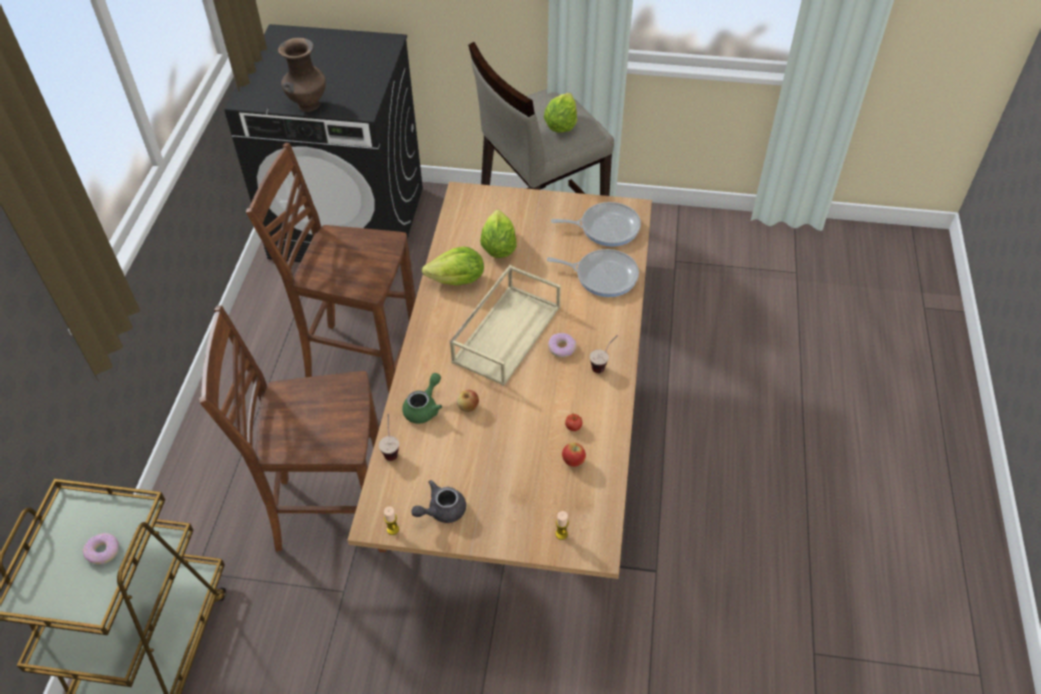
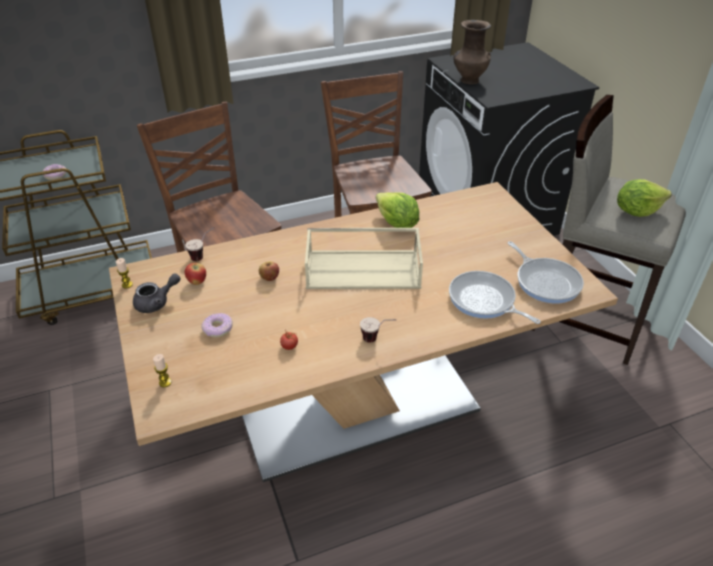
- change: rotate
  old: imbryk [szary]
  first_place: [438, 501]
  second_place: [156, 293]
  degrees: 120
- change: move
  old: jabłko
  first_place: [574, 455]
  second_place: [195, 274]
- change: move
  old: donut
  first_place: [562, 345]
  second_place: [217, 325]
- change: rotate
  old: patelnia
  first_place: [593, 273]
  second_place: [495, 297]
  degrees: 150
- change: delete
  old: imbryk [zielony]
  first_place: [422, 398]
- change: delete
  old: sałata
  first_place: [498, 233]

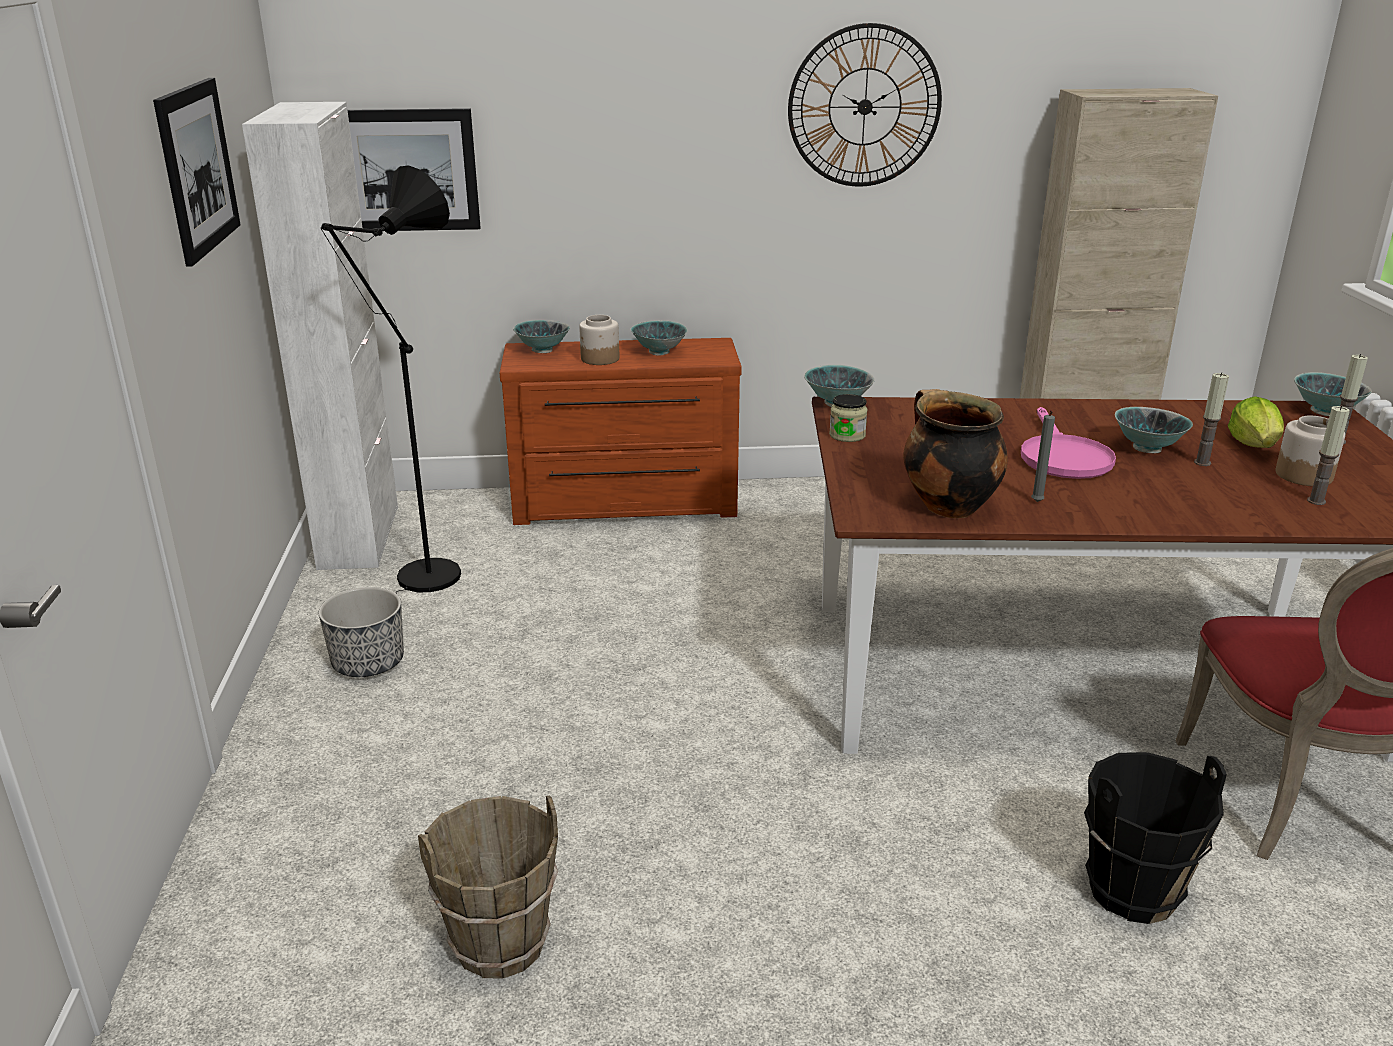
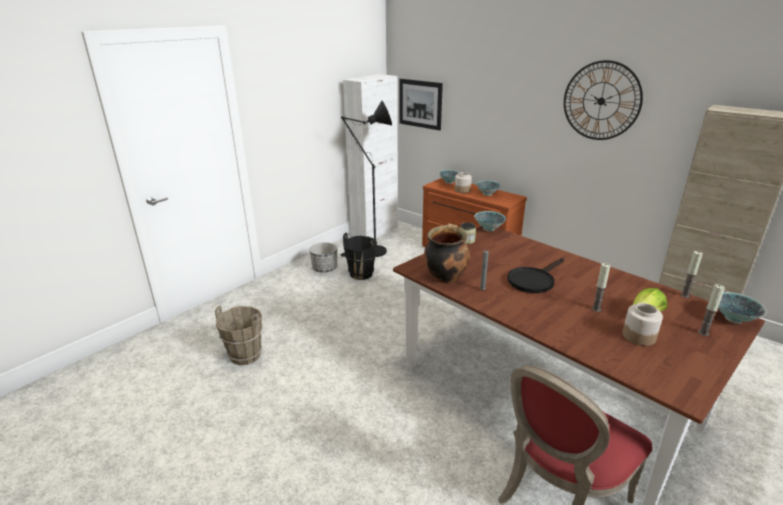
- change: move
  old: wiadro [czarny]
  first_place: [1155, 838]
  second_place: [360, 256]
- change: recolor
  old: patelnia [różowy]
  new: patelnia [czarny]
  first_place: [1068, 443]
  second_place: [535, 275]
- change: move
  old: świeca
  first_place: [1328, 455]
  second_place: [691, 274]
- change: delete
  old: obraz
  first_place: [197, 172]
- change: delete
  old: miska
  first_place: [1154, 430]

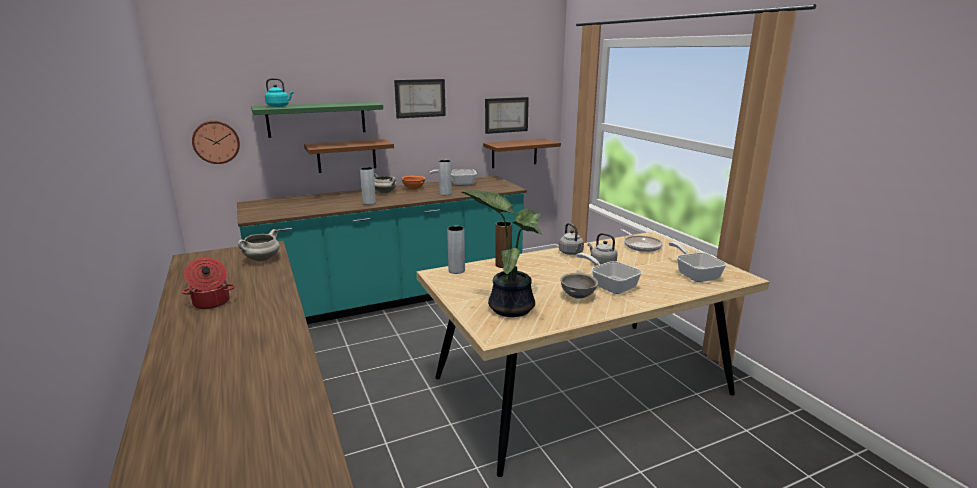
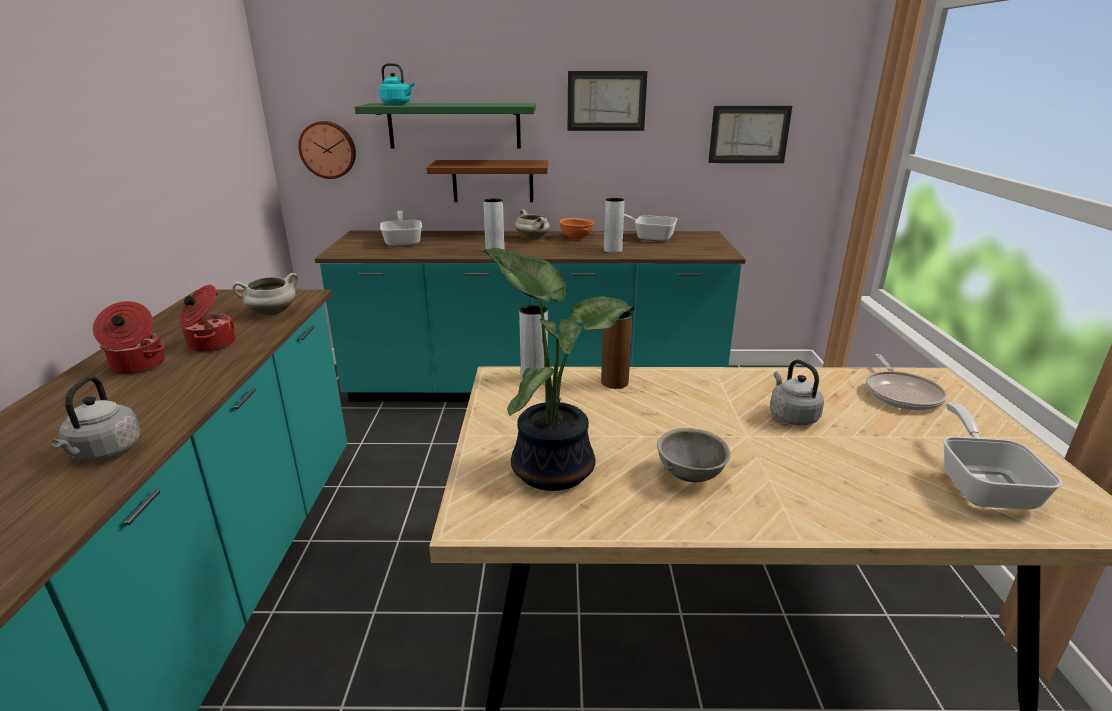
- change: move
  old: czajnik [szary]
  first_place: [571, 239]
  second_place: [96, 418]
- change: insert
  new: garnek
  second_place: [207, 318]
- change: move
  old: patelnia
  first_place: [609, 273]
  second_place: [401, 229]
- change: delete
  old: półka [brązowy]
  first_place: [522, 153]

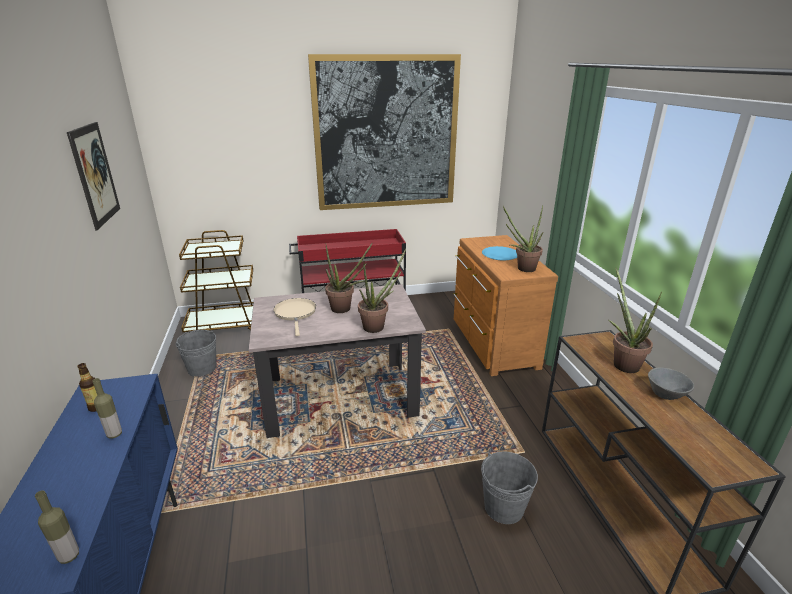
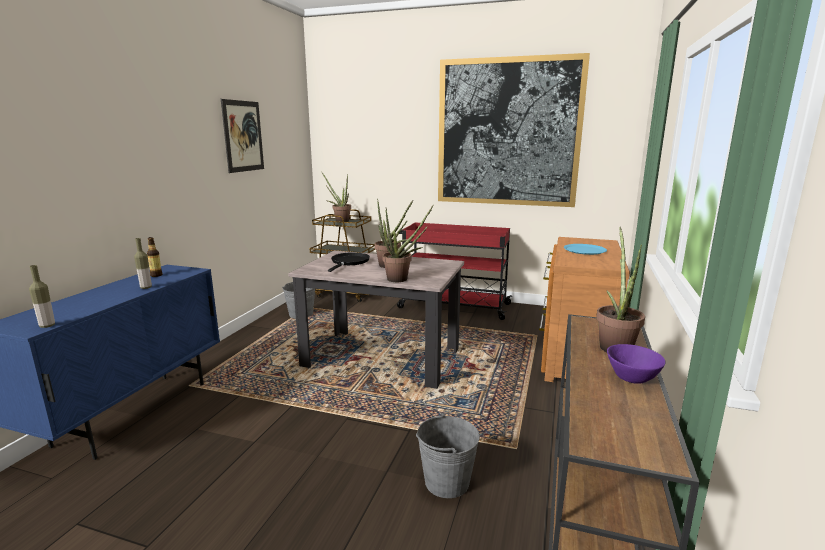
- change: move
  old: roślina doniczkowa
  first_place: [523, 238]
  second_place: [336, 198]
- change: recolor
  old: patelnia [beżowy]
  new: patelnia [czarny]
  first_place: [294, 317]
  second_place: [349, 262]
- change: recolor
  old: miska [szary]
  new: miska [fioletowy]
  first_place: [671, 383]
  second_place: [636, 364]

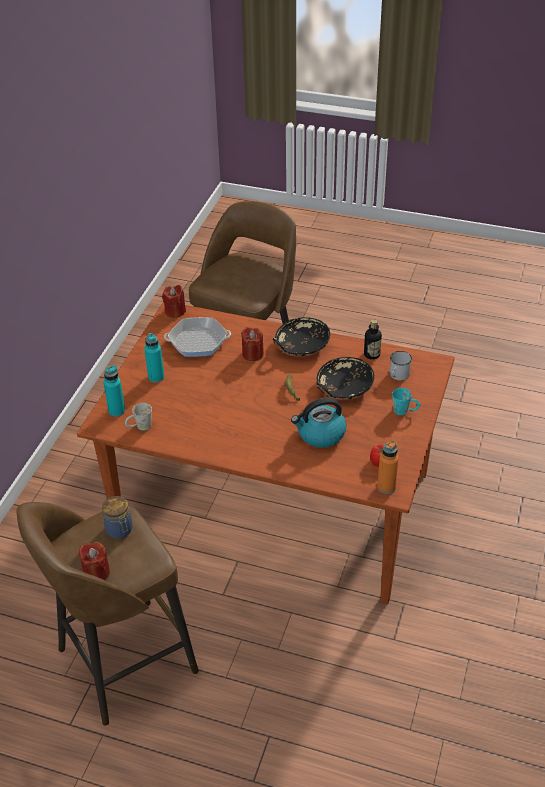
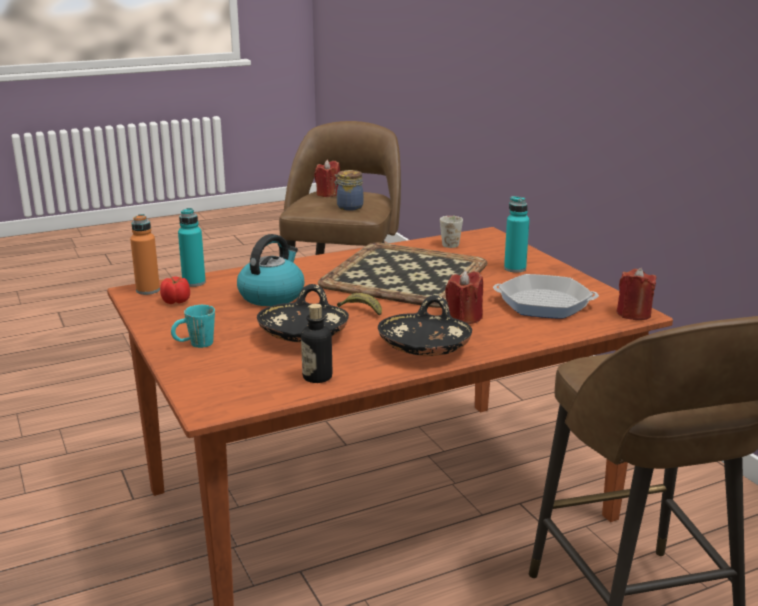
- change: move
  old: butelka [turkusowy]
  first_place: [114, 391]
  second_place: [192, 247]
- change: insert
  new: taca
  second_place: [402, 275]
- change: rotate
  old: patelnia
  first_place: [197, 337]
  second_place: [546, 296]
  degrees: -120
- change: delete
  old: kubek [biały]
  first_place: [401, 365]

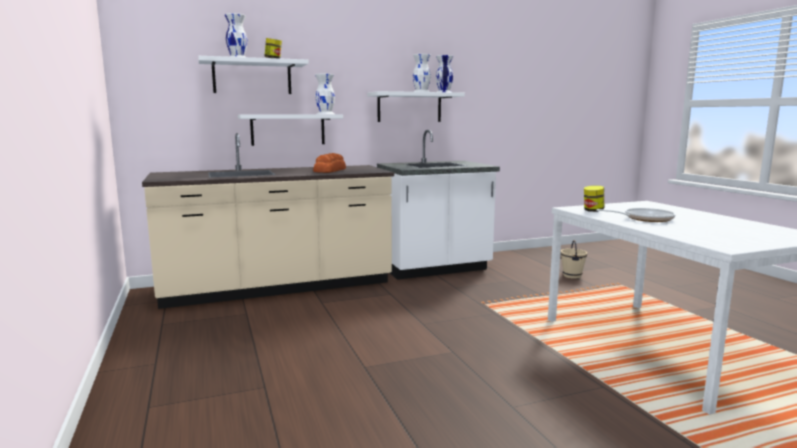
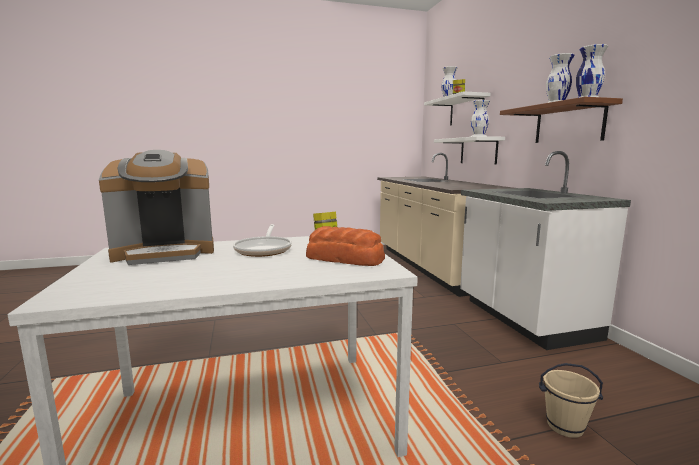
- change: insert
  new: ekspres do kawy
  second_place: [156, 207]
- change: move
  old: chleb
  first_place: [329, 163]
  second_place: [345, 246]
- change: recolor
  old: półka [biały]
  new: półka [brązowy]
  first_place: [416, 106]
  second_place: [561, 120]

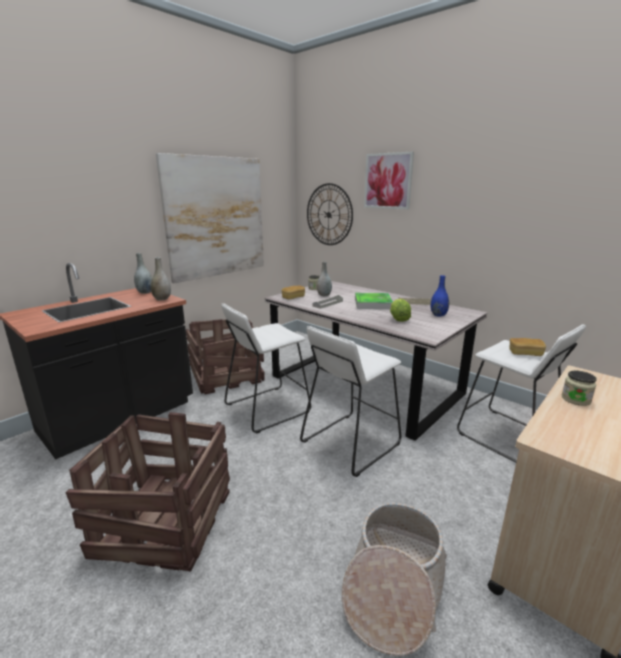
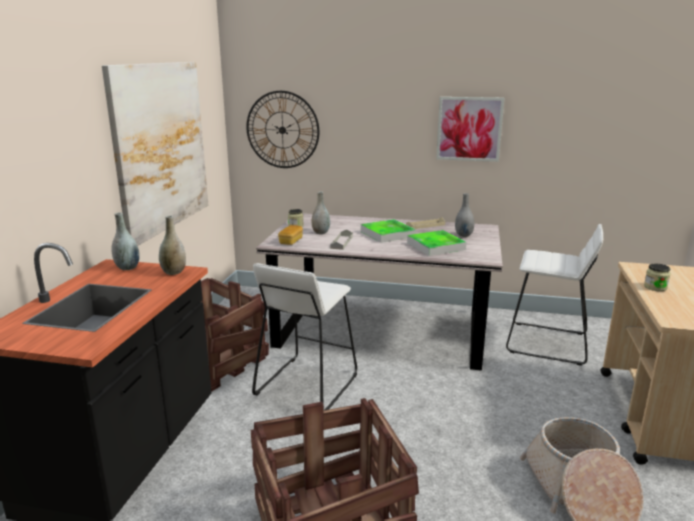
- change: replace
  old: sałata
  new: taca
  first_place: [400, 310]
  second_place: [437, 243]
- change: move
  old: obraz
  first_place: [389, 181]
  second_place: [470, 129]
- change: recolor
  old: wazon [niebieski]
  new: wazon [szary]
  first_place: [440, 296]
  second_place: [464, 215]
- change: delete
  old: stołek [biały]
  first_place: [350, 401]
- change: delete
  old: chleb
  first_place: [527, 347]

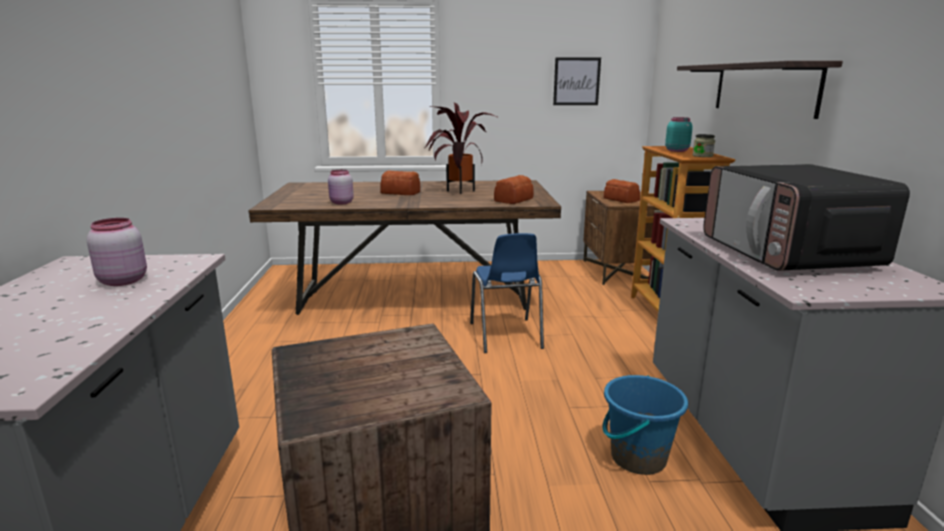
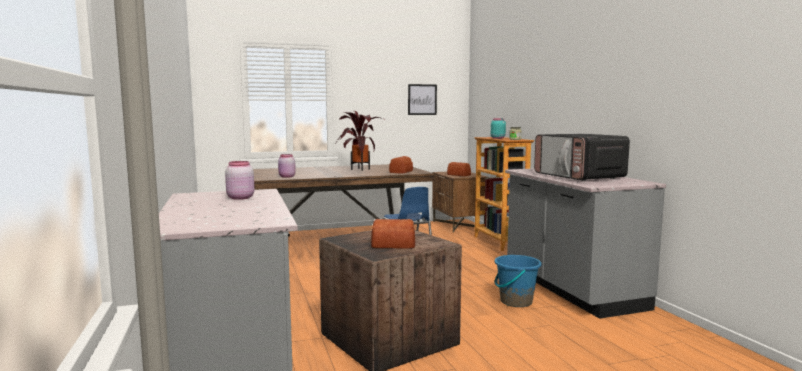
- change: move
  old: chleb
  first_place: [400, 182]
  second_place: [393, 234]
- change: delete
  old: półka
  first_place: [760, 90]

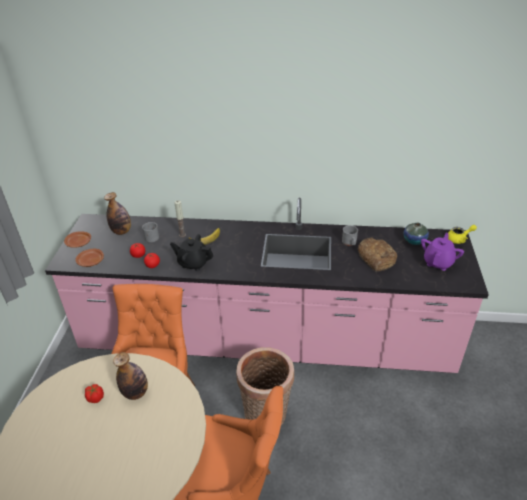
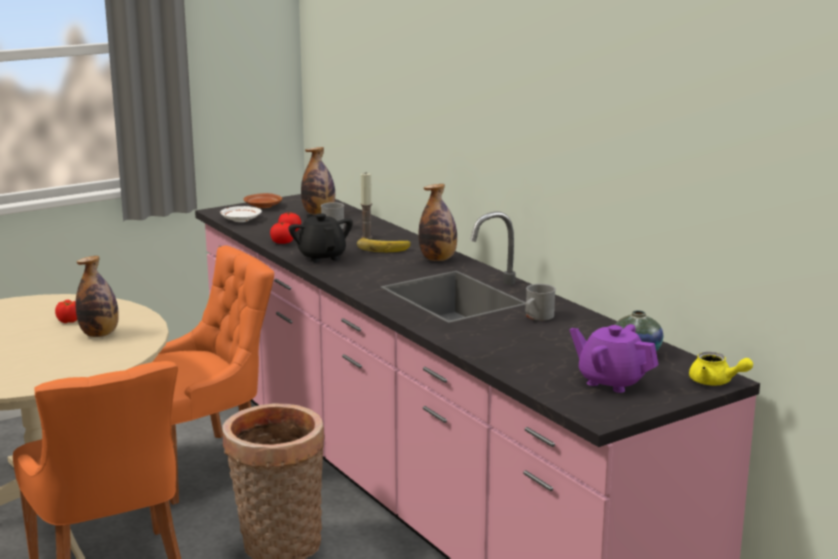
- change: recolor
  old: talerz [brązowy]
  new: talerz [biały]
  first_place: [90, 258]
  second_place: [241, 214]
- change: insert
  new: butelka
  second_place: [438, 222]
- change: rotate
  old: imbryk [fioletowy]
  first_place: [442, 252]
  second_place: [614, 358]
  degrees: -135
- change: delete
  old: chleb
  first_place: [377, 255]

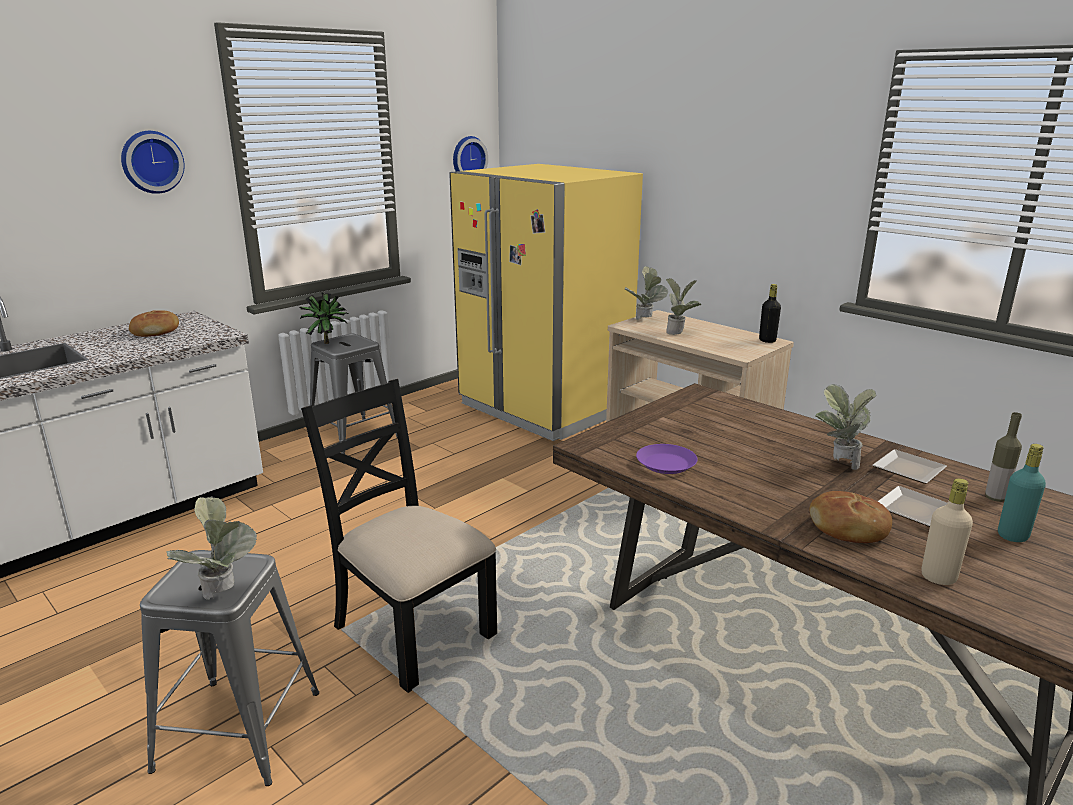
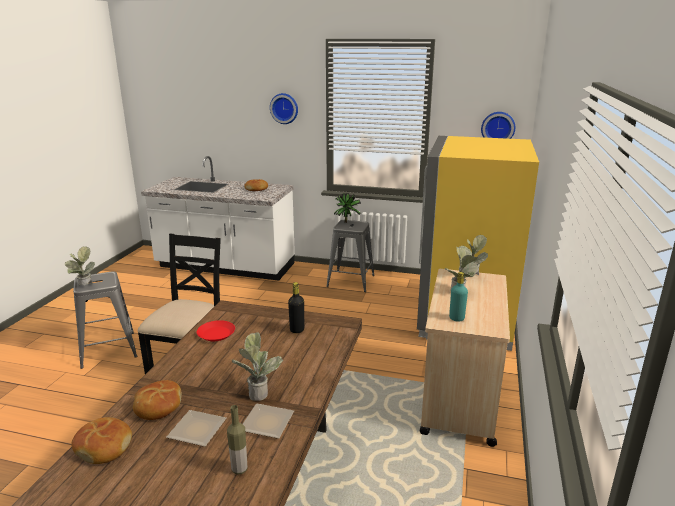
- change: replace
  old: butelka [beżowy]
  new: chleb
  first_place: [947, 531]
  second_place: [101, 440]
- change: recolor
  old: talerz [fioletowy]
  new: talerz [czerwony]
  first_place: [667, 459]
  second_place: [216, 330]
- change: move
  old: butelka [czarny]
  first_place: [770, 313]
  second_place: [296, 307]
- change: move
  old: butelka [turkusowy]
  first_place: [1022, 493]
  second_place: [458, 297]

